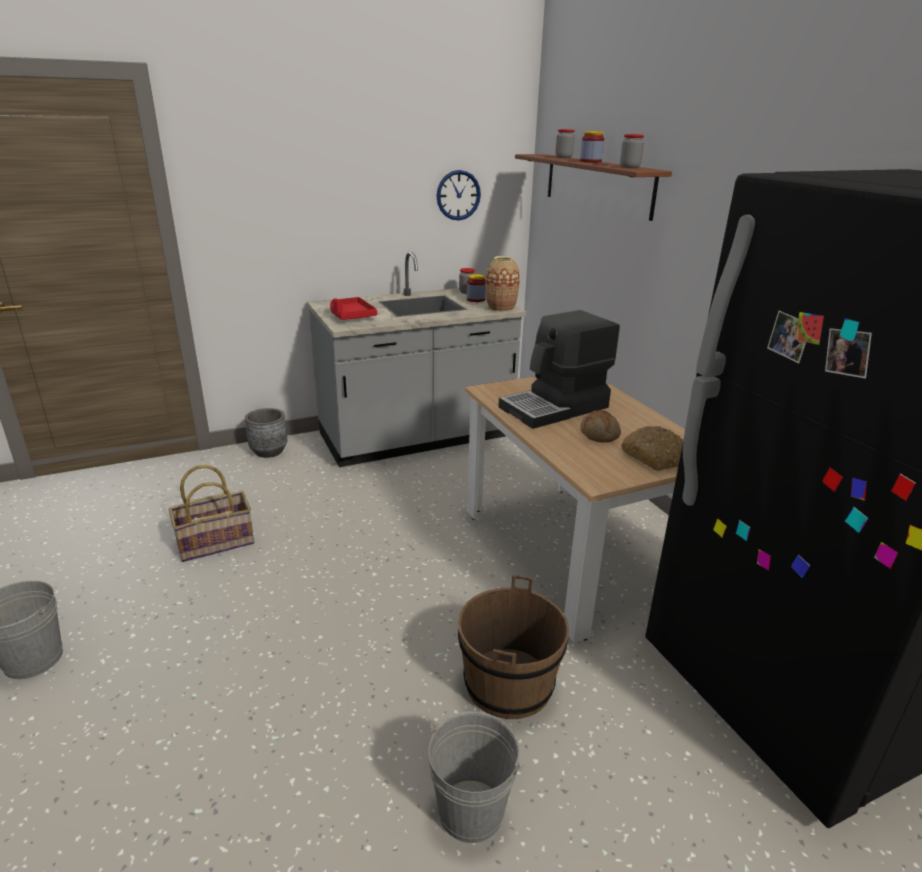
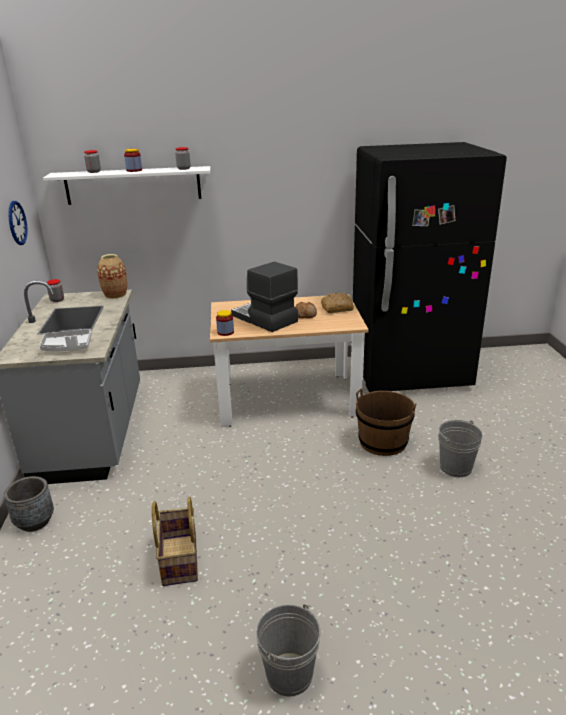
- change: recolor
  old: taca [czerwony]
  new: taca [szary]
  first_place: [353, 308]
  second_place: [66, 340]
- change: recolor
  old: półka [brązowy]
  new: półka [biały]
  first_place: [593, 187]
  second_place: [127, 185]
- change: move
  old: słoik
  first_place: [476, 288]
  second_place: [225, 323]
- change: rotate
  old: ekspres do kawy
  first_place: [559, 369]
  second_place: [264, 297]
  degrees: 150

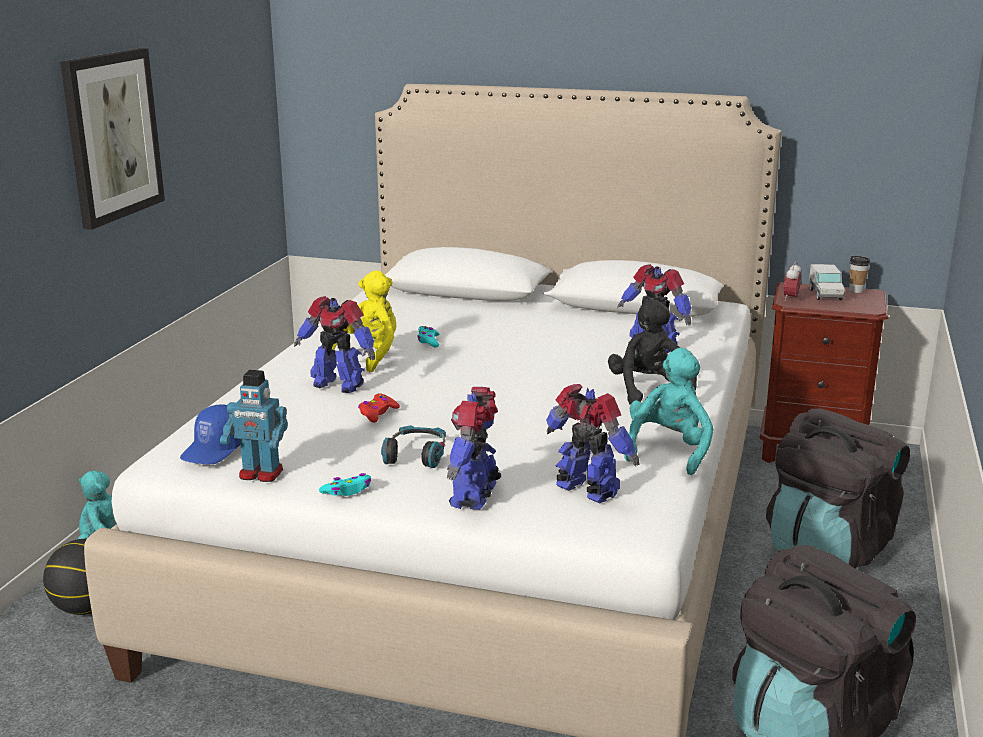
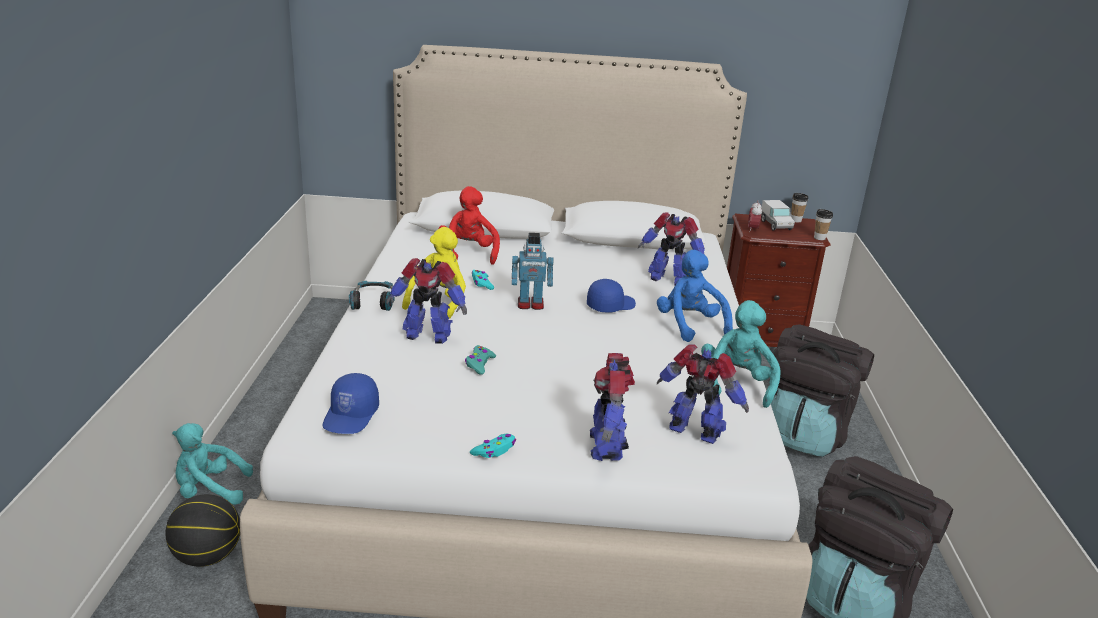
- change: move
  old: słuchawki
  first_place: [413, 446]
  second_place: [372, 296]
- change: insert
  new: pluszak [czerwony]
  second_place: [469, 225]
- change: recolor
  old: pad do gier [czerwony]
  new: pad do gier [turkusowy]
  first_place: [379, 408]
  second_place: [480, 360]
- change: move
  old: robot zabawkowy
  first_place: [254, 426]
  second_place: [533, 271]
- change: insert
  new: czapka z daszkiem [niebieski]
  second_place: [611, 296]
- change: recolor
  old: pluszak [czarny]
  new: pluszak [niebieski]
  first_place: [652, 352]
  second_place: [695, 296]
- change: insert
  new: filiżanka
  second_place: [823, 224]
- change: delete
  old: obraz
  first_place: [112, 139]

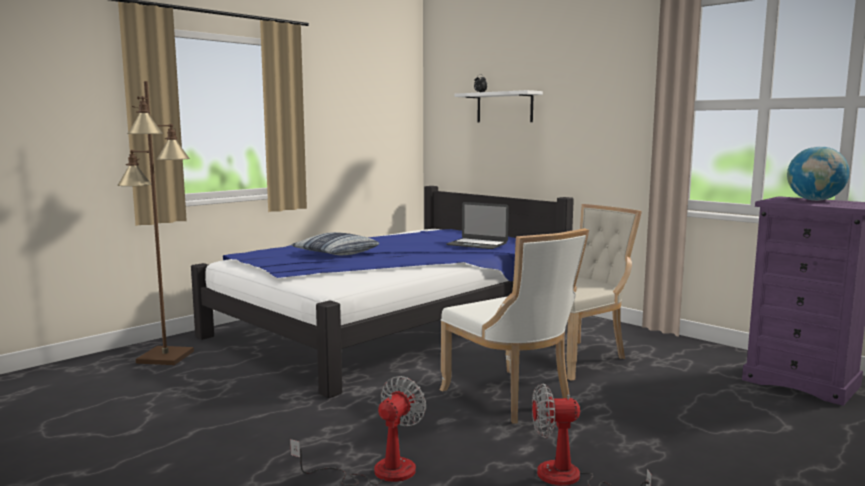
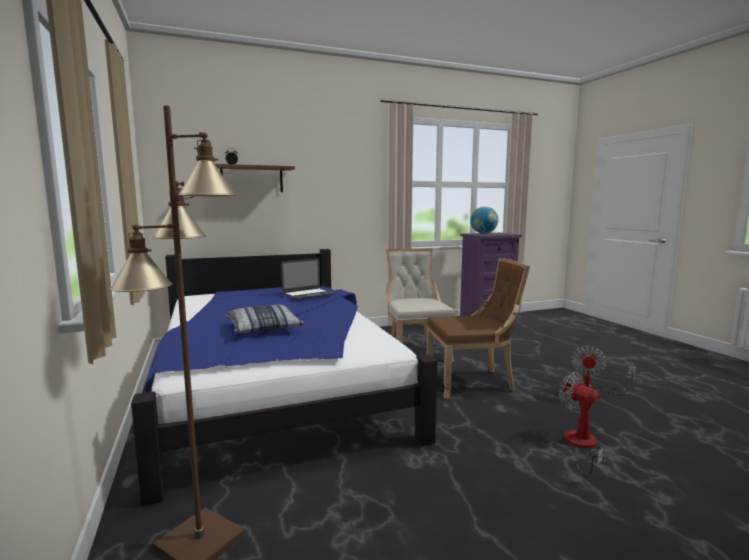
- change: recolor
  old: półka [biały]
  new: półka [brązowy]
  first_place: [499, 106]
  second_place: [255, 178]
- change: recolor
  old: krzesło [biały]
  new: krzesło [brązowy]
  first_place: [514, 326]
  second_place: [478, 328]

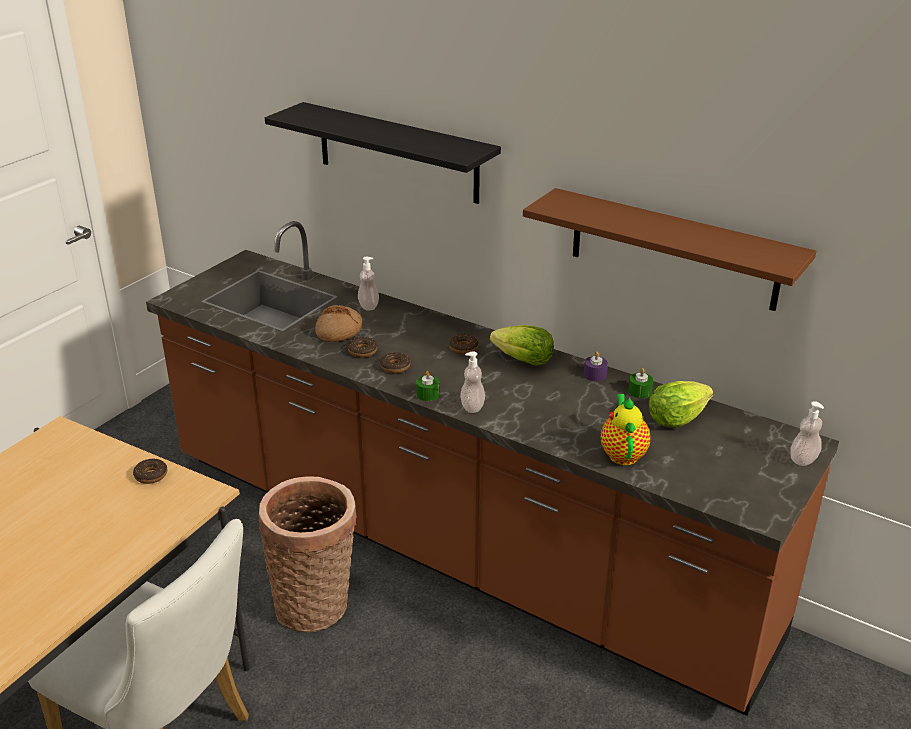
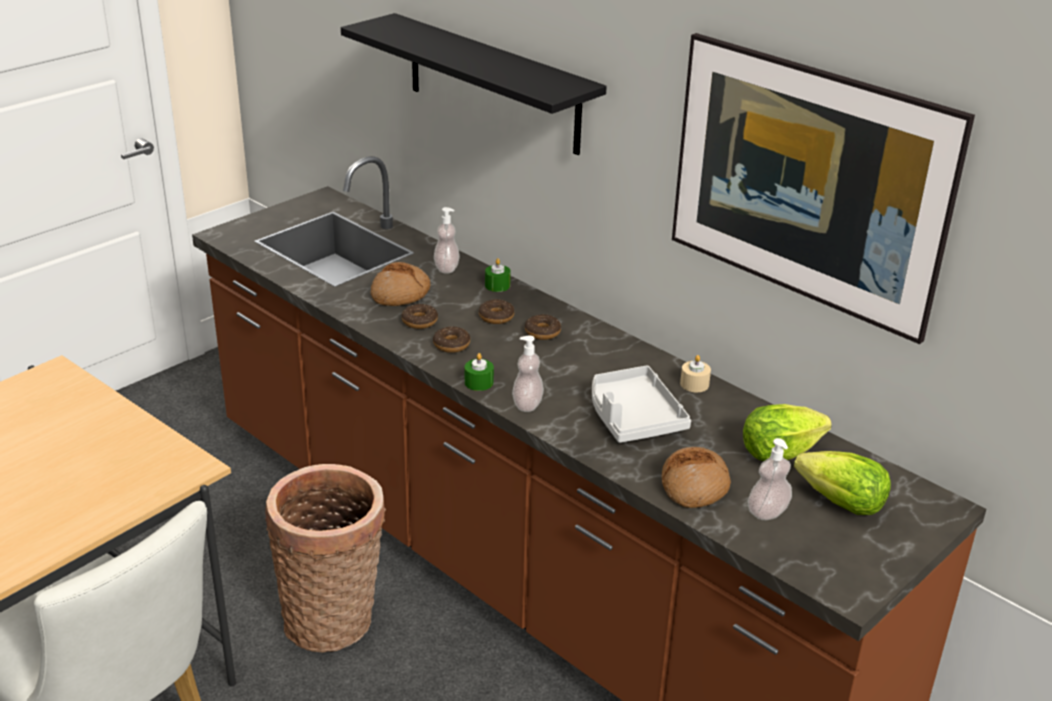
- change: move
  old: donut
  first_place: [150, 471]
  second_place: [497, 312]
- change: move
  old: świeca [zielony]
  first_place: [640, 383]
  second_place: [498, 275]
- change: insert
  new: taca [szary]
  second_place: [641, 404]
- change: replace
  old: imbryk
  new: chleb
  first_place: [625, 429]
  second_place: [696, 477]
- change: replace
  old: półka [brązowy]
  new: obraz
  first_place: [669, 249]
  second_place: [823, 188]
- change: recolor
  old: świeca [fioletowy]
  new: świeca [beżowy]
  first_place: [596, 366]
  second_place: [695, 373]
- change: move
  old: dozownik mydła
  first_place: [807, 433]
  second_place: [770, 479]
- change: move
  old: sałata
  first_place: [522, 345]
  second_place: [842, 483]

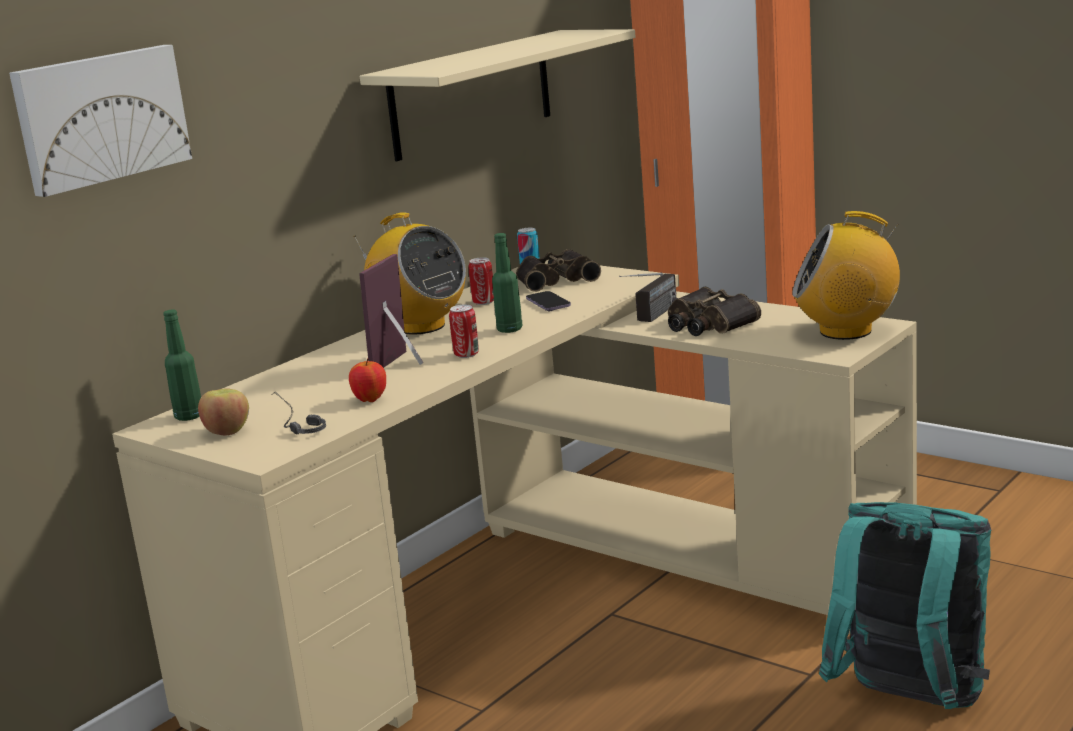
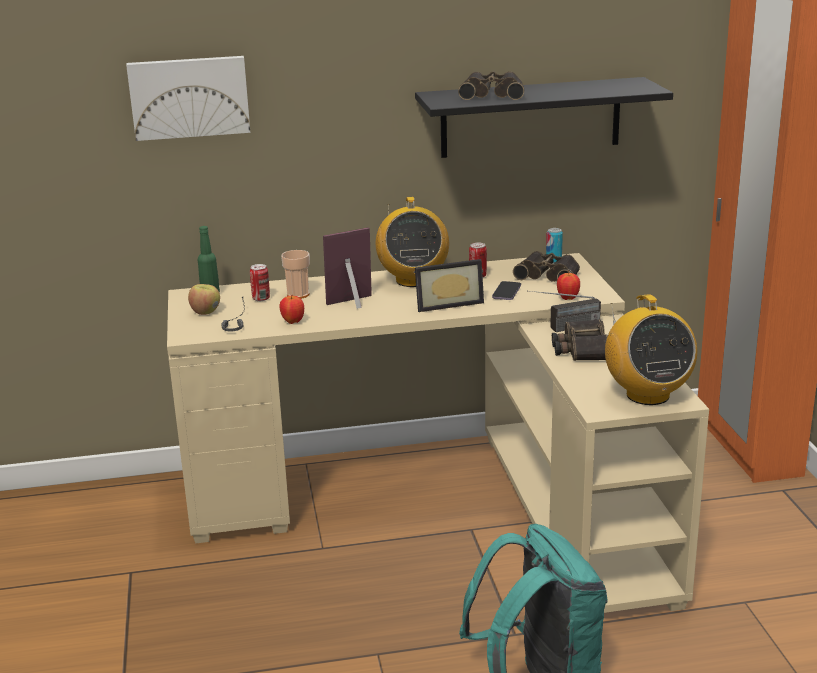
- change: move
  old: puszka
  first_place: [464, 331]
  second_place: [260, 282]
- change: insert
  new: filiżanka
  second_place: [295, 274]
- change: recolor
  old: półka [beżowy]
  new: półka [czarny]
  first_place: [497, 95]
  second_place: [544, 117]
- change: replace
  old: butelka [zielony]
  new: ramka na zdjęcie
  first_place: [507, 283]
  second_place: [449, 285]
- change: insert
  new: lornetka
  second_place: [491, 85]
- change: insert
  new: jabłko
  second_place: [568, 285]
- change: rotate
  old: radio
  first_place: [846, 275]
  second_place: [651, 349]
  degrees: -150

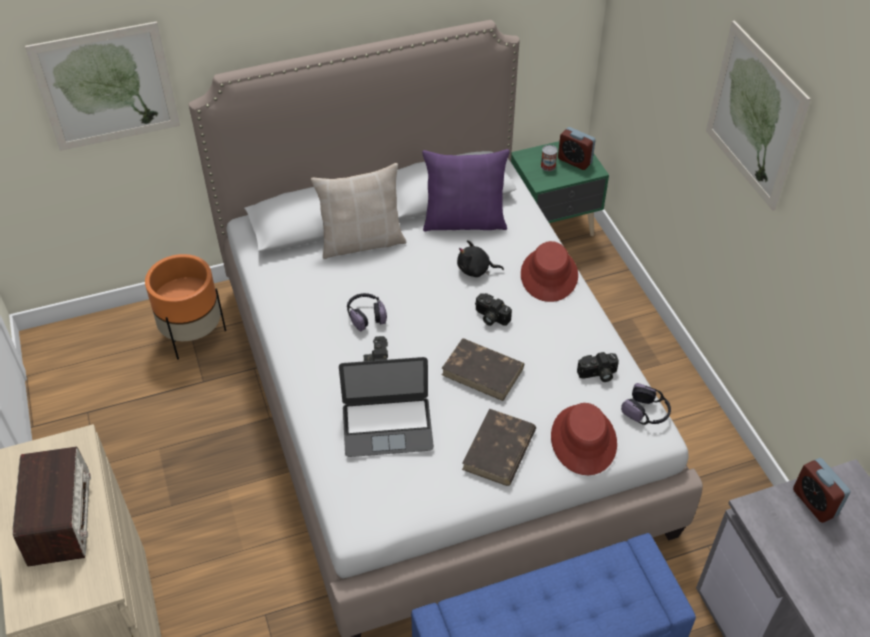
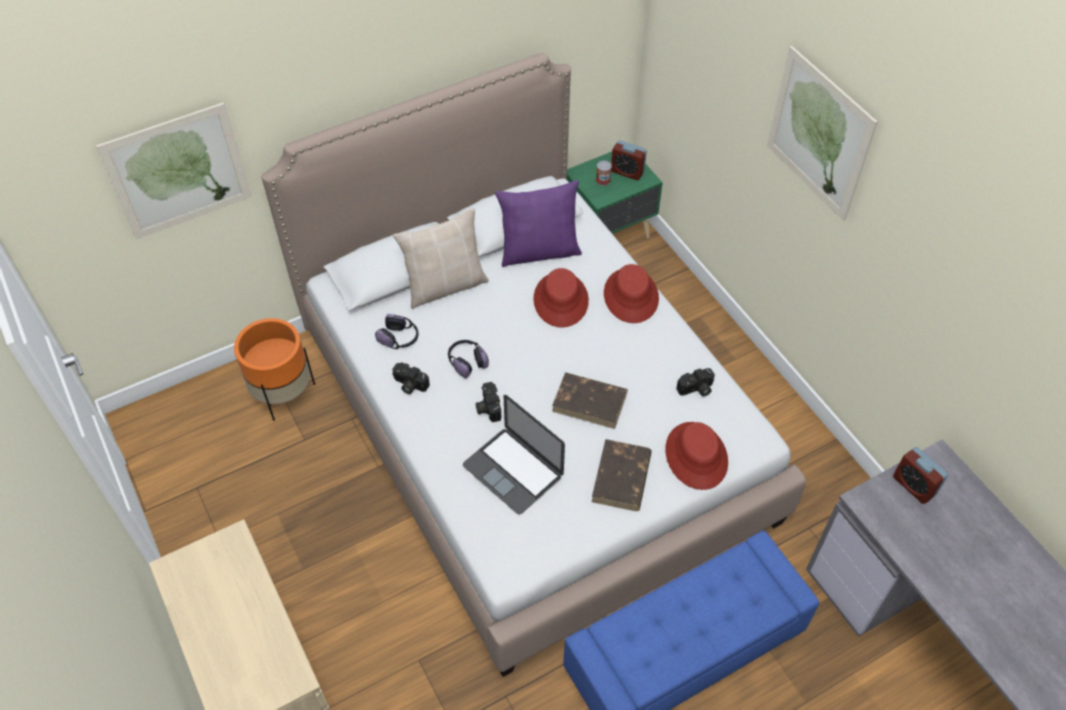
- change: move
  old: słuchawki
  first_place: [646, 404]
  second_place: [397, 331]
- change: move
  old: aparat fotograficzny
  first_place: [493, 309]
  second_place: [411, 378]
- change: rotate
  old: laptop
  first_place: [386, 407]
  second_place: [514, 454]
  degrees: 60
- change: replace
  old: pluszak [czarny]
  new: kapelusz [czerwony]
  first_place: [480, 258]
  second_place: [561, 298]
- change: delete
  old: radio
  first_place: [51, 506]

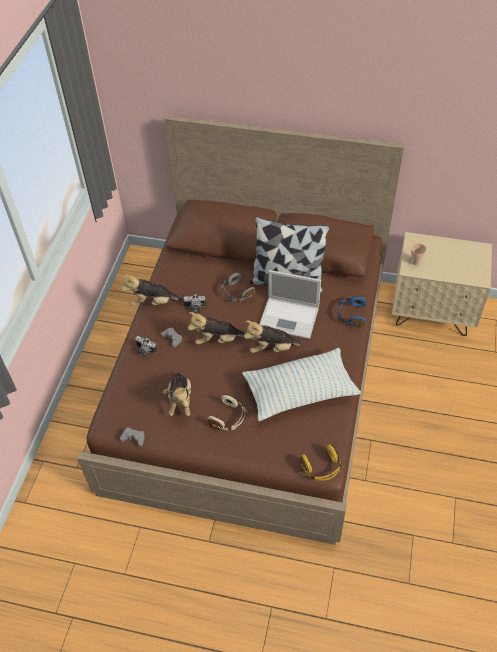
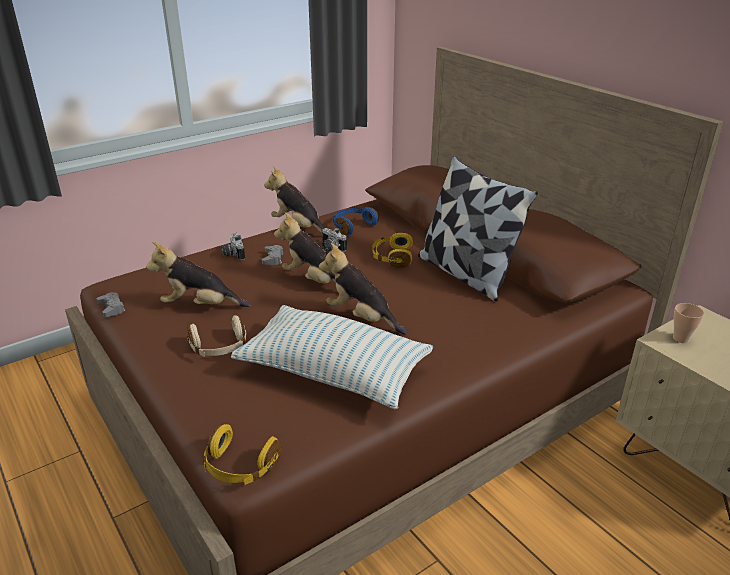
- change: rotate
  old: pluszak
  first_place: [177, 394]
  second_place: [198, 274]
  degrees: 60
- change: move
  old: słuchawki [niebieski]
  first_place: [352, 312]
  second_place: [356, 221]
- change: recolor
  old: słuchawki [szary]
  new: słuchawki [żółty]
  first_place: [238, 287]
  second_place: [392, 250]
- change: delete
  old: laptop
  first_place: [290, 304]

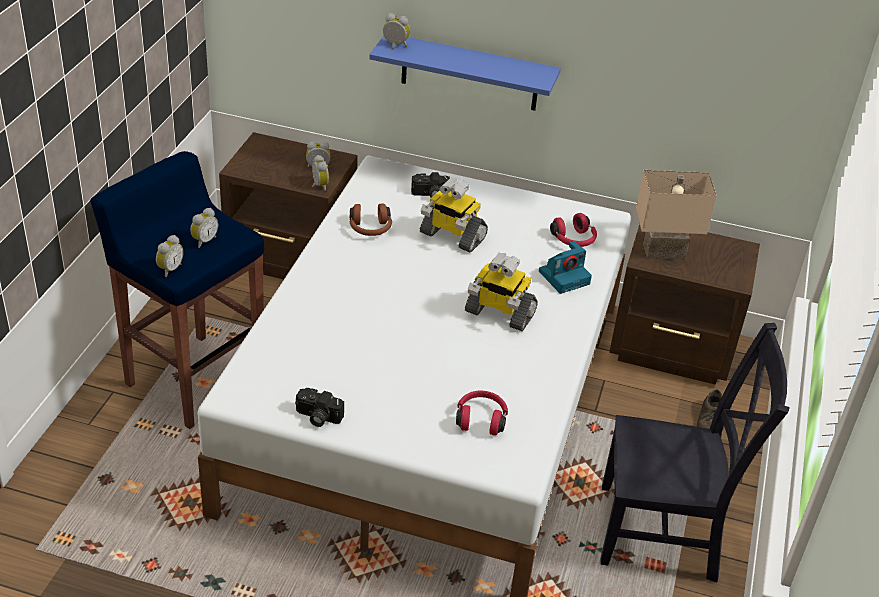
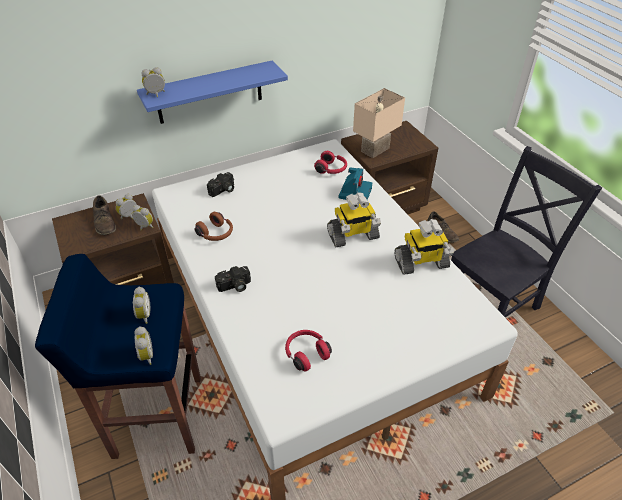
- change: insert
  new: but [brązowy]
  second_place: [104, 215]
- change: move
  old: aparat fotograficzny
  first_place: [319, 407]
  second_place: [233, 279]
- change: move
  old: słuchawki [czerwony]
  first_place: [482, 413]
  second_place: [308, 350]
- change: move
  old: robot zabawkowy
  first_place: [454, 215]
  second_place: [424, 247]

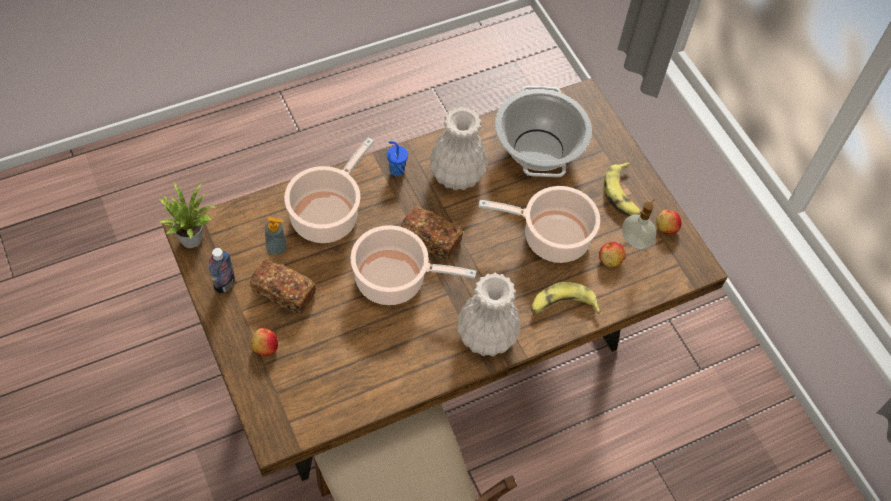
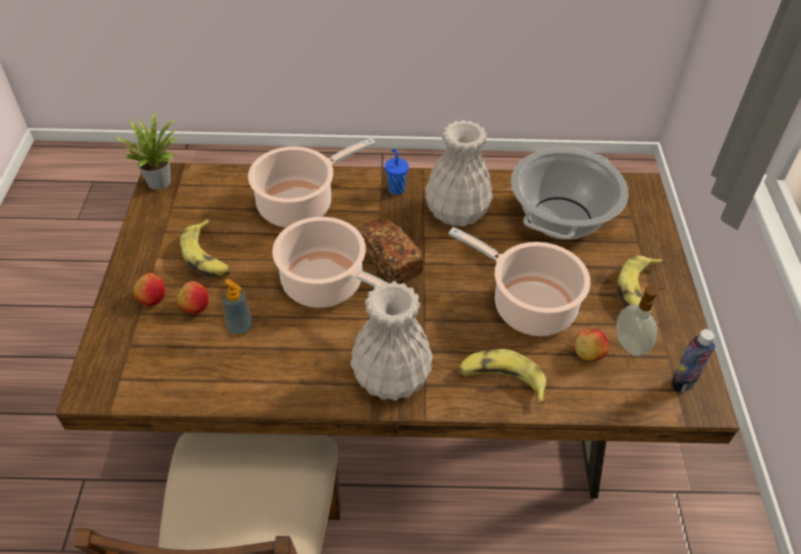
- change: move
  old: jabłko
  first_place: [668, 221]
  second_place: [193, 297]
- change: replace
  old: chleb
  new: banan
  first_place: [283, 287]
  second_place: [205, 248]
- change: move
  old: dozownik mydła
  first_place: [276, 236]
  second_place: [237, 307]
- change: move
  old: butelka
  first_place: [222, 271]
  second_place: [693, 360]

